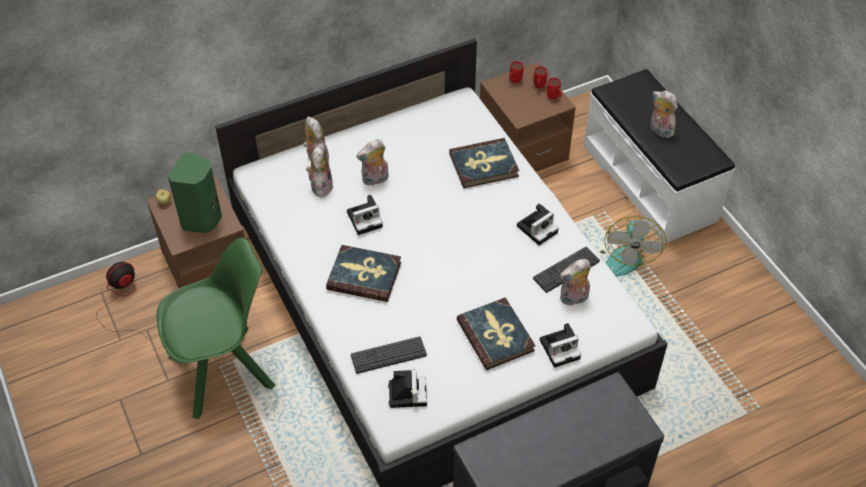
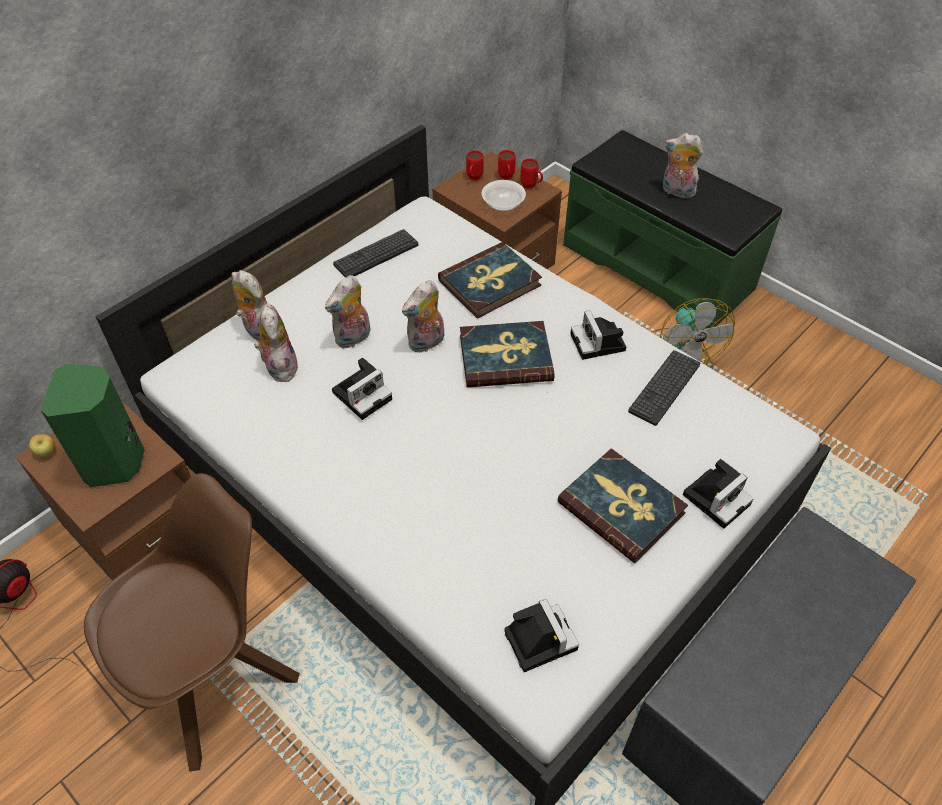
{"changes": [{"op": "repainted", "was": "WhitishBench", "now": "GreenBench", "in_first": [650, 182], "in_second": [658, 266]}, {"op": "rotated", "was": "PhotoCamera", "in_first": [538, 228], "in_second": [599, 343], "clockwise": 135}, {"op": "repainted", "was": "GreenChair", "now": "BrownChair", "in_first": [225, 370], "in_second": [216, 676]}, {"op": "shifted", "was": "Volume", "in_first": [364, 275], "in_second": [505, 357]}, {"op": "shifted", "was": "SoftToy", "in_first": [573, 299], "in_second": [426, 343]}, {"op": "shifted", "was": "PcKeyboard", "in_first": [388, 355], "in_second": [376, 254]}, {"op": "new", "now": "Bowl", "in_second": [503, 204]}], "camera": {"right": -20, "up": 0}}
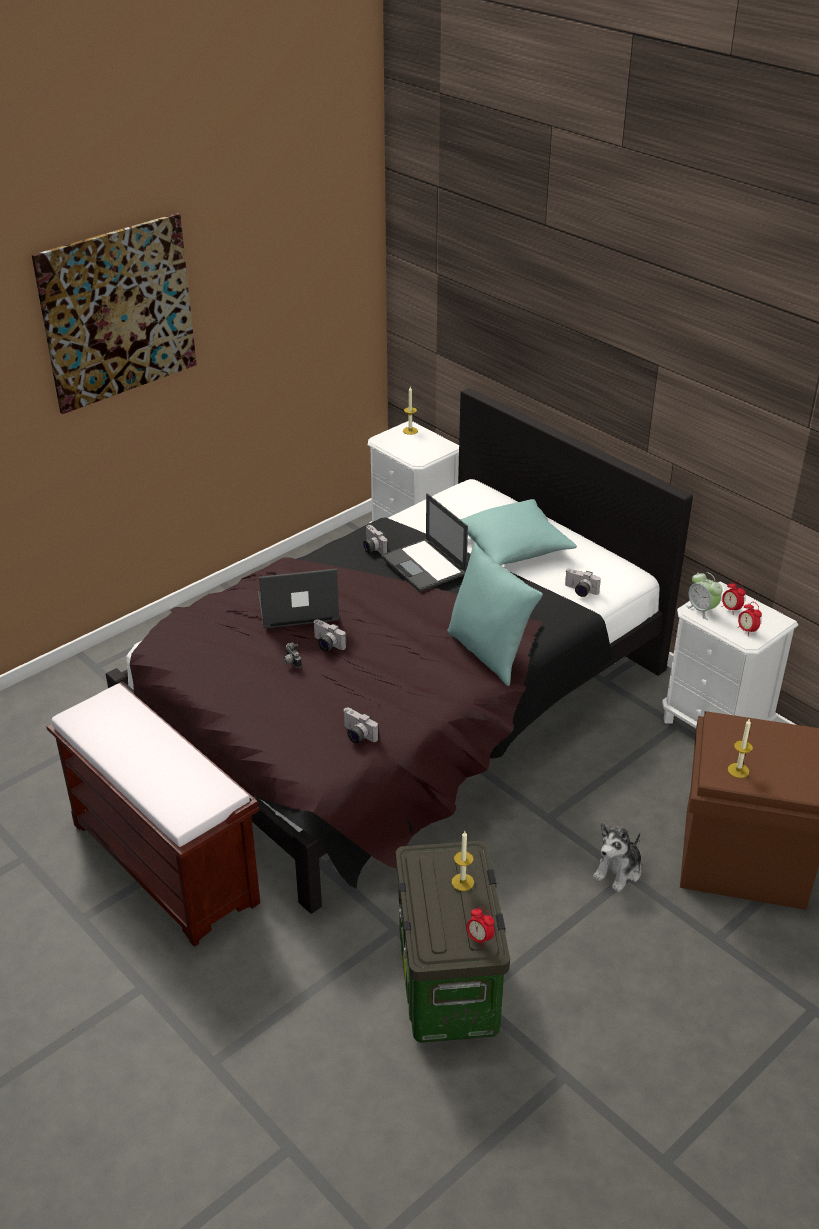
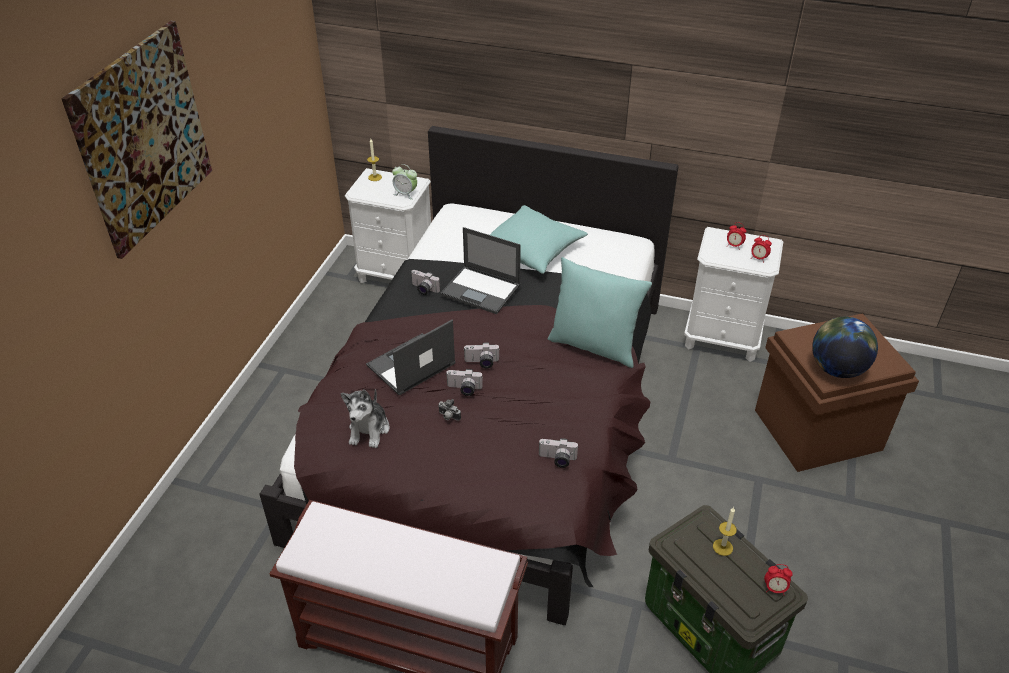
{"changes": [{"op": "shifted", "was": "PhotoCamera", "in_first": [580, 591], "in_second": [481, 363]}, {"op": "shifted", "was": "BedsideClock", "in_first": [702, 610], "in_second": [405, 194]}, {"op": "swapped", "was": "WaxLight", "now": "DeskGlobe", "in_first": [738, 770], "in_second": [837, 369]}, {"op": "shifted", "was": "SoftToy", "in_first": [618, 871], "in_second": [369, 430]}], "camera": {"right": -30, "up": 5}}
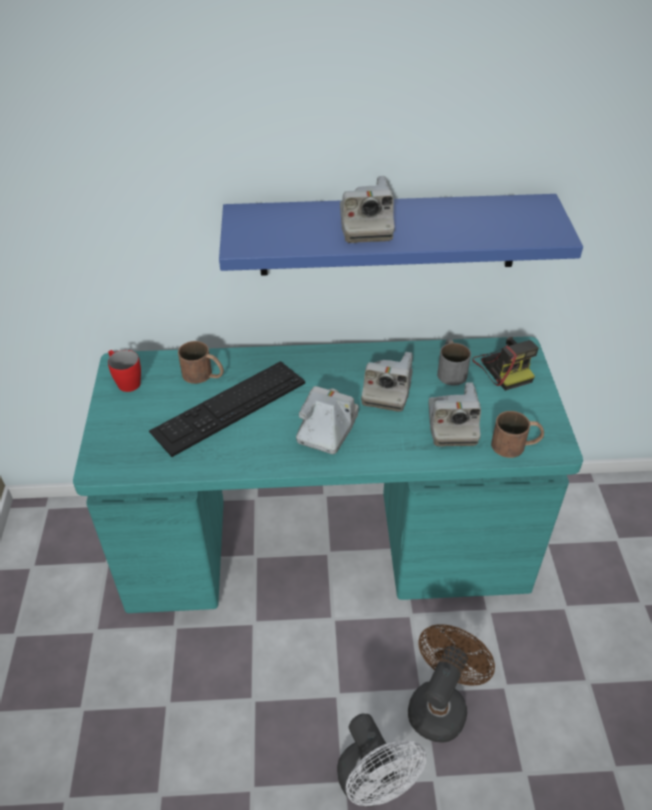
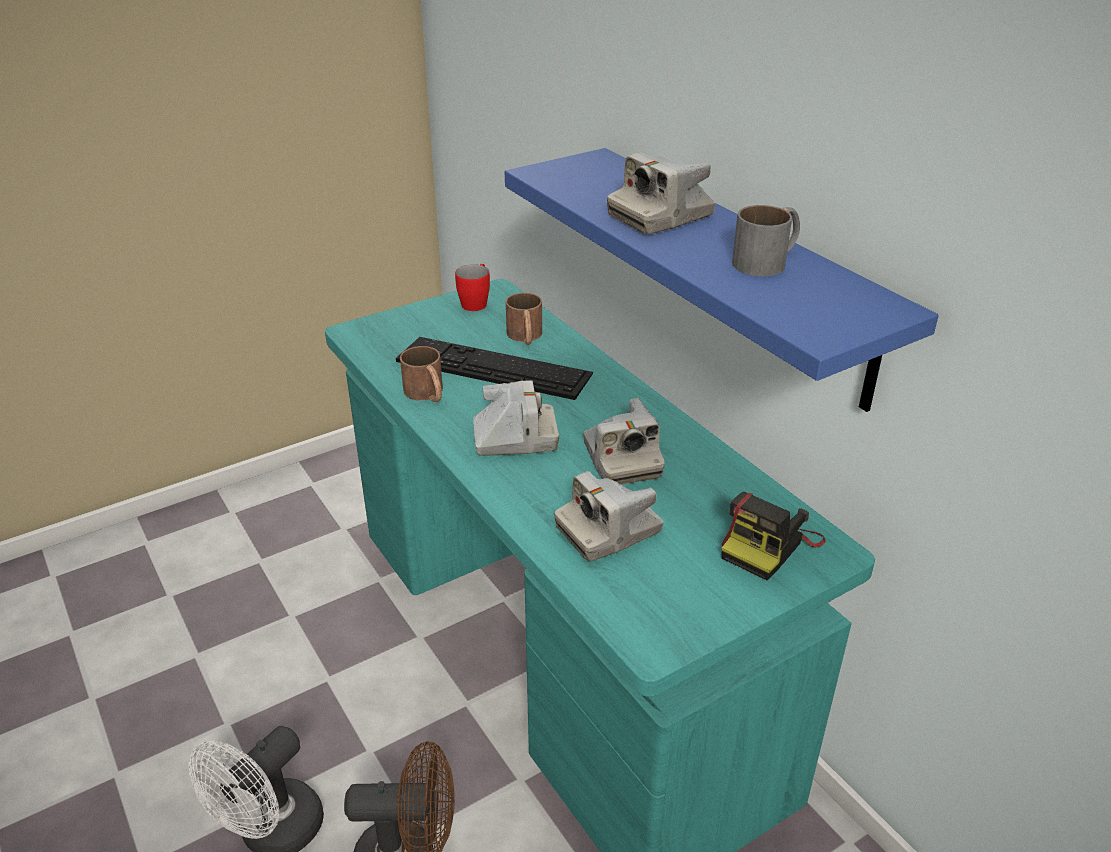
{"changes": [{"op": "shifted", "was": "GreyTeaMug", "in_first": [450, 369], "in_second": [768, 260]}, {"op": "rotated", "was": "PhotoCamera", "in_first": [387, 390], "in_second": [621, 460], "clockwise": -90}, {"op": "shifted", "was": "BrownTeaMug", "in_first": [516, 445], "in_second": [427, 394]}], "camera": {"right": 60, "up": -10}}
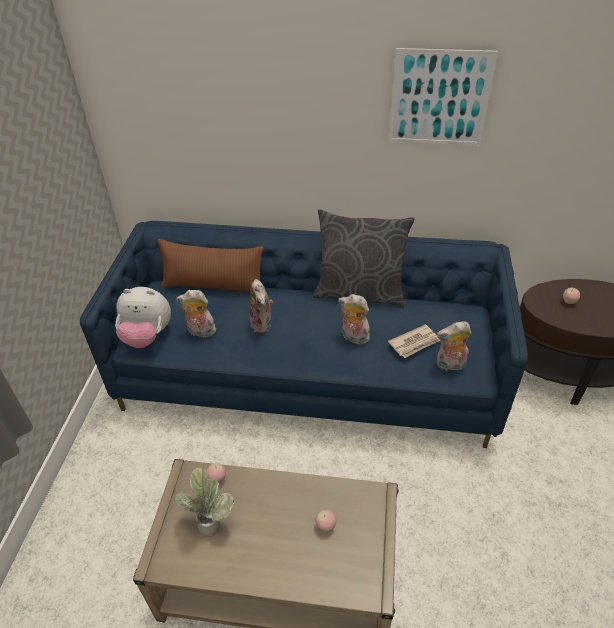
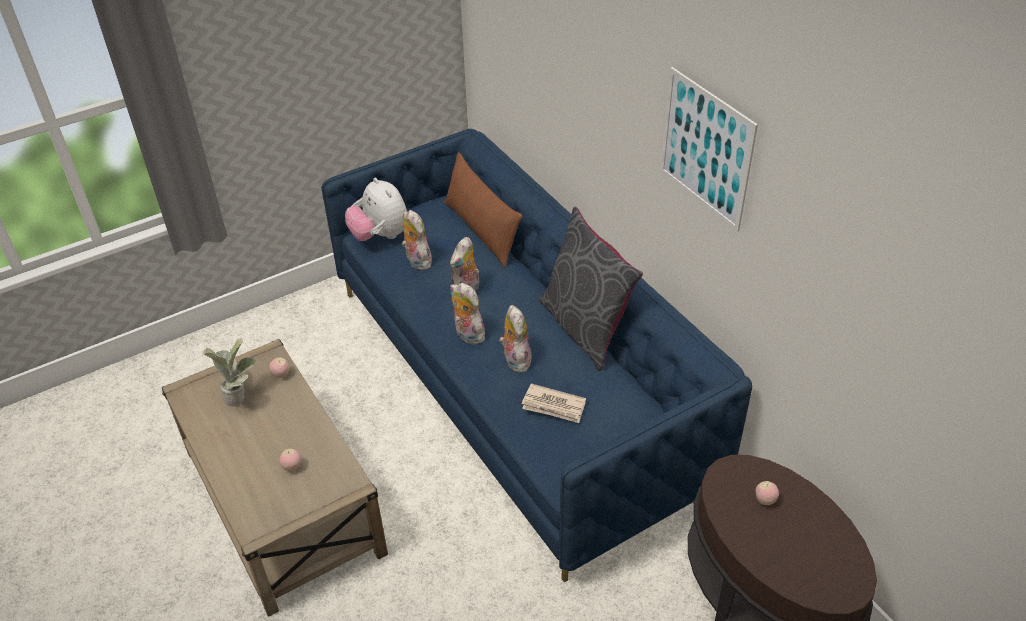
{"changes": [{"op": "shifted", "was": "SoftToy", "in_first": [450, 365], "in_second": [467, 335]}], "camera": {"right": 50, "up": 0}}
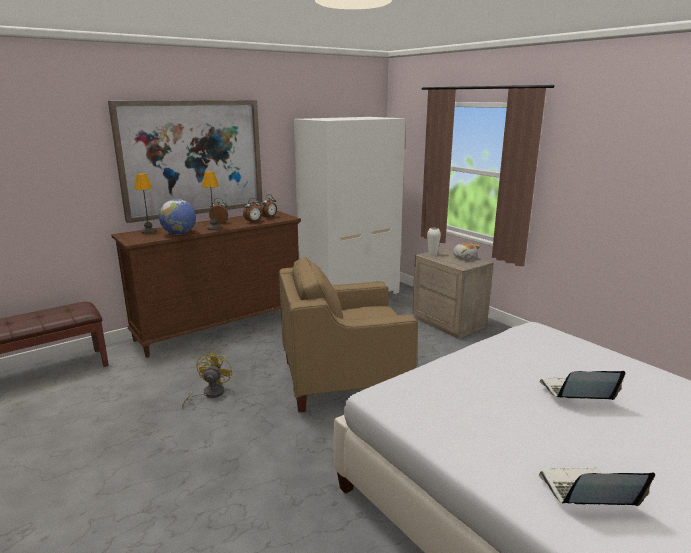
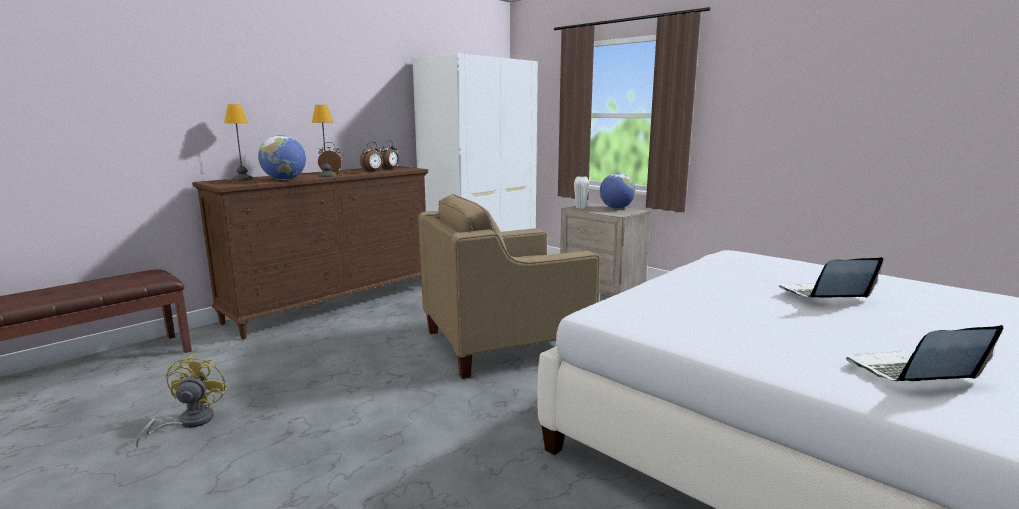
{"changes": [{"op": "gone", "was": "WallPicture", "in_first": [192, 158]}, {"op": "swapped", "was": "SoftToy", "now": "DeskGlobe", "in_first": [464, 257], "in_second": [616, 208]}, {"op": "shifted", "was": "YellowElectricFan", "in_first": [209, 394], "in_second": [188, 422]}], "camera": {"right": -10, "up": -5}}
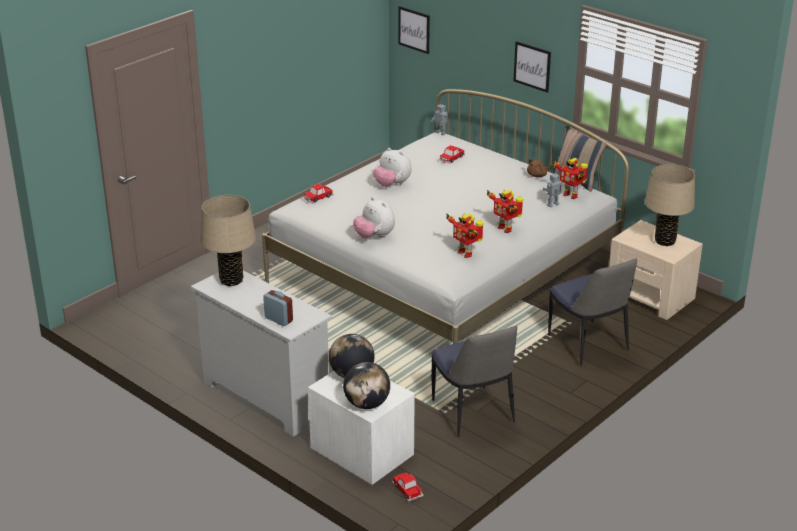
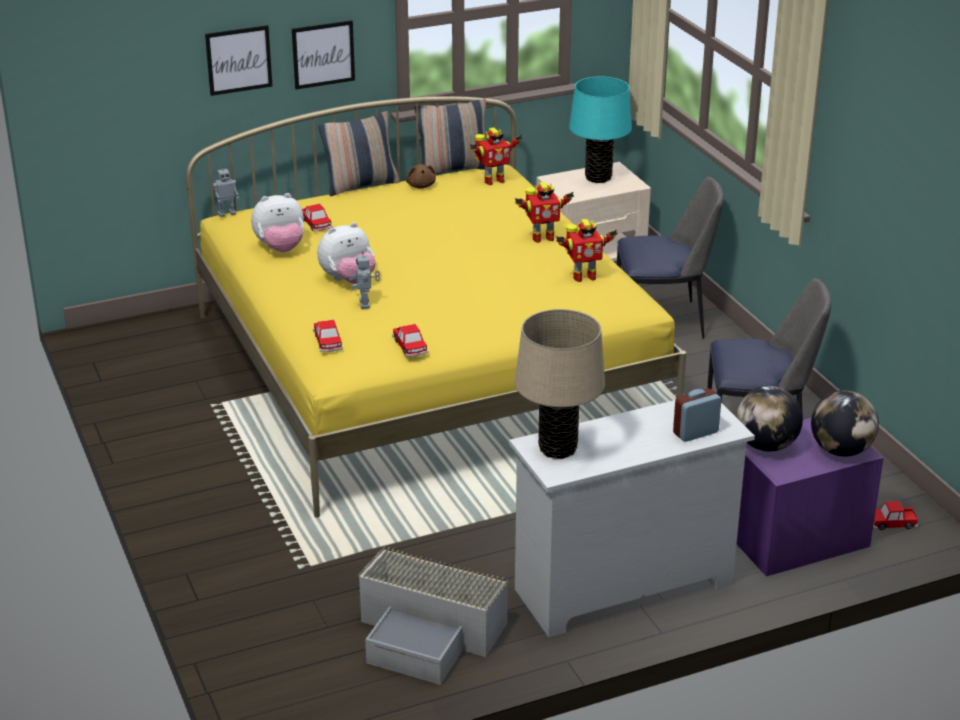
{"changes": [{"op": "shifted", "was": "WallPicture", "in_first": [414, 29], "in_second": [238, 60]}, {"op": "repainted", "was": "WhitishSleepingBed", "now": "YellowSleepingBed", "in_first": [444, 275], "in_second": [427, 369]}, {"op": "repainted", "was": "BeigeColouredTabletopLamp", "now": "TurquoiseTabletopLamp", "in_first": [665, 241], "in_second": [598, 178]}, {"op": "shifted", "was": "RobotFigure", "in_first": [553, 205], "in_second": [366, 304]}, {"op": "shifted", "was": "SoftToy", "in_first": [374, 236], "in_second": [280, 248]}, {"op": "repainted", "was": "WhitishNightstand", "now": "PurplishNightstand", "in_first": [361, 450], "in_second": [793, 536]}, {"op": "new", "now": "Cushion", "in_second": [360, 185]}, {"op": "new", "now": "ToyCar", "in_second": [410, 346]}, {"op": "new", "now": "GreyStorageBox", "in_second": [429, 633]}], "camera": {"right": -65, "up": 0}}
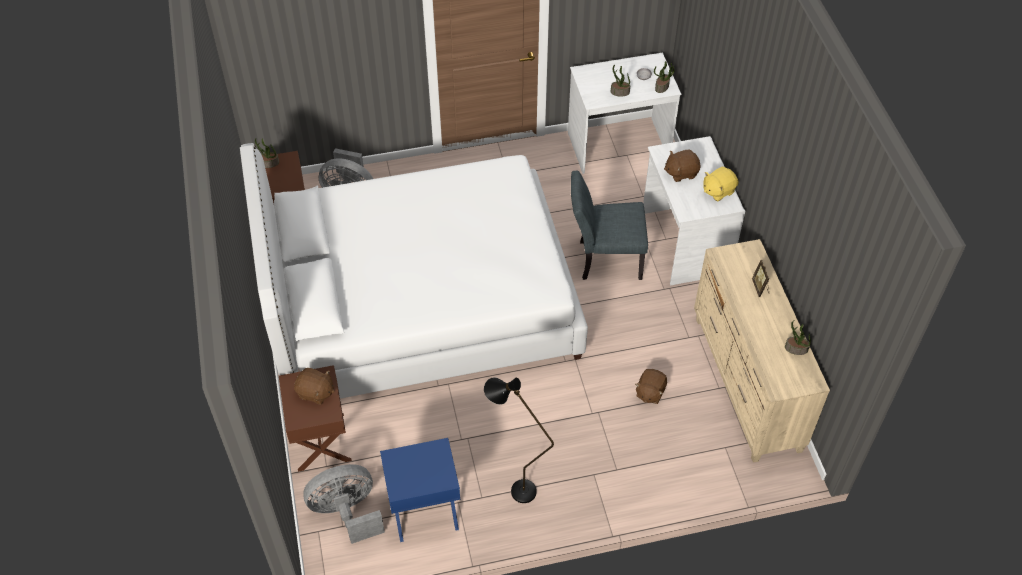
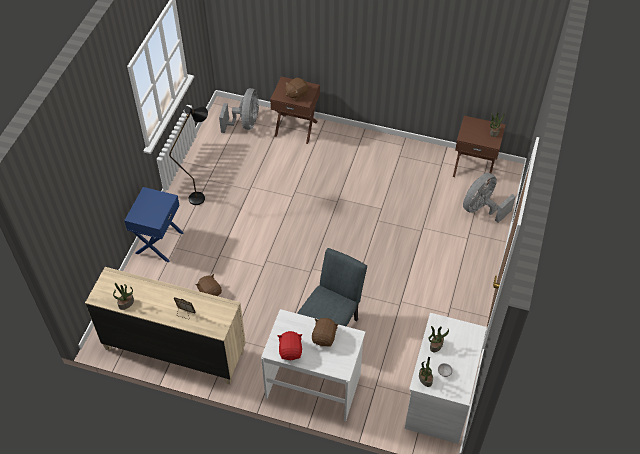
{"changes": [{"op": "gone", "was": "WhitishSleepingBed", "in_first": [420, 304]}, {"op": "repainted", "was": "YellowSoftToy", "now": "ReddishSoftToy", "in_first": [718, 191], "in_second": [291, 351]}, {"op": "shifted", "was": "BluishNightstand", "in_first": [424, 512], "in_second": [158, 242]}], "camera": {"right": 120, "up": 0}}
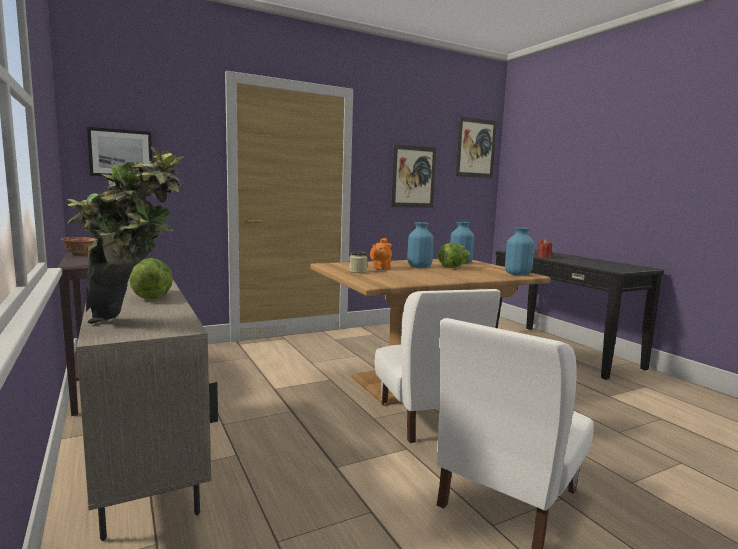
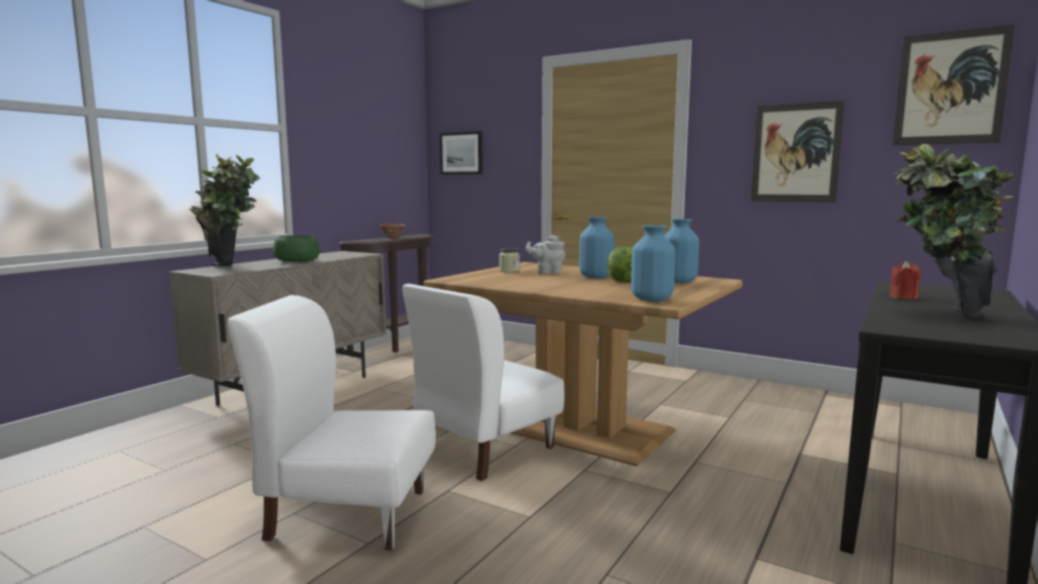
{"changes": [{"op": "repainted", "was": "OrangeColouredPotForTea", "now": "GreyPotForTea", "in_first": [380, 268], "in_second": [547, 272]}, {"op": "swapped", "was": "LettuceHead", "now": "GreenBowl", "in_first": [152, 297], "in_second": [297, 261]}, {"op": "new", "now": "PottedPlant", "in_second": [939, 317]}], "camera": {"right": 60, "up": 0}}
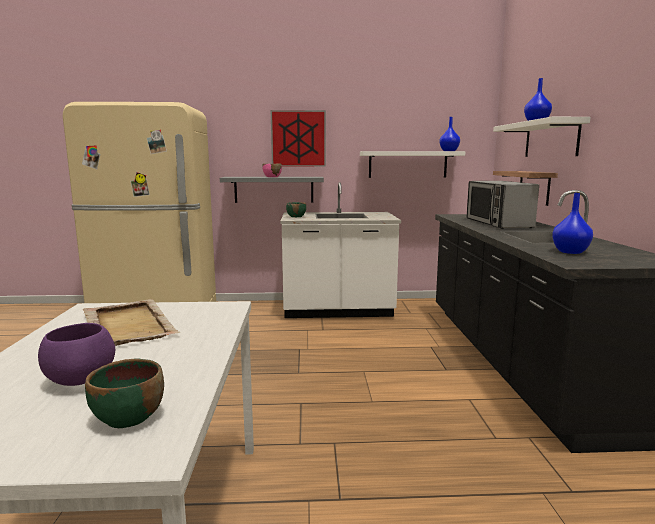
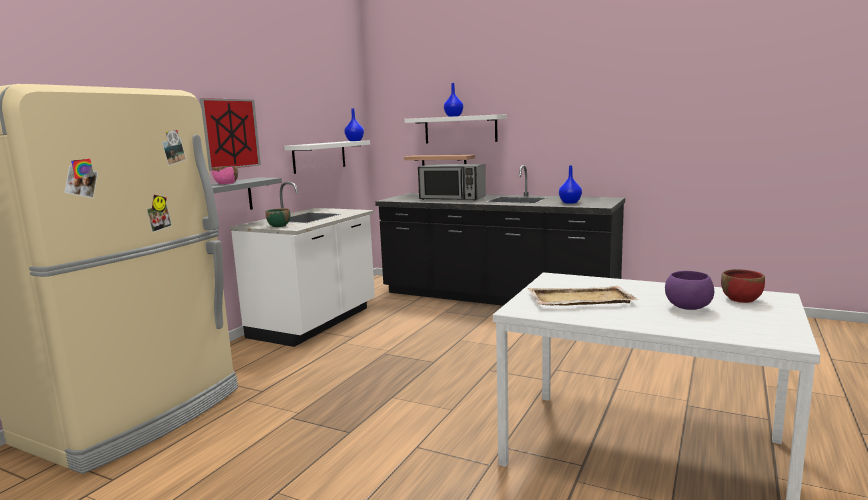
{"changes": [{"op": "repainted", "was": "GreenBowl", "now": "ReddishBowl", "in_first": [128, 417], "in_second": [741, 299]}], "camera": {"right": -60, "up": 0}}
